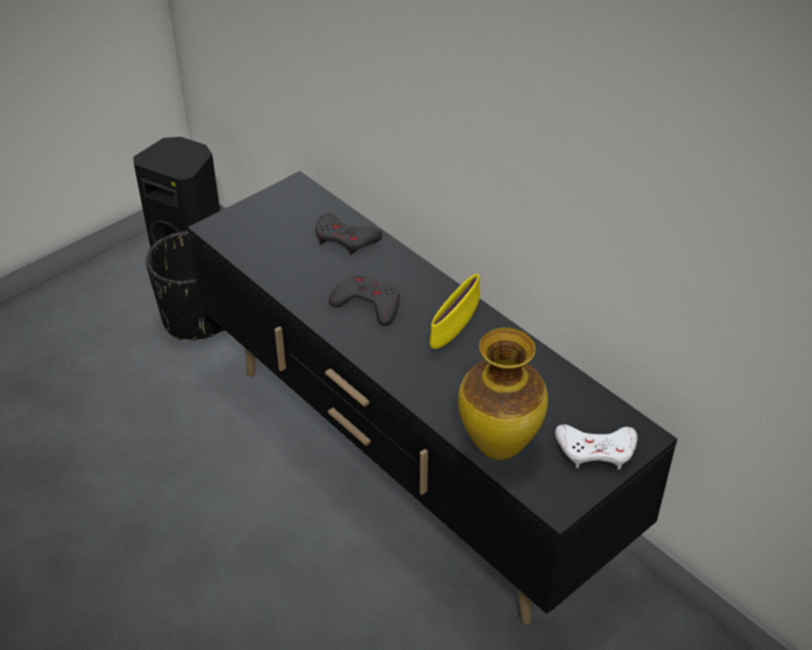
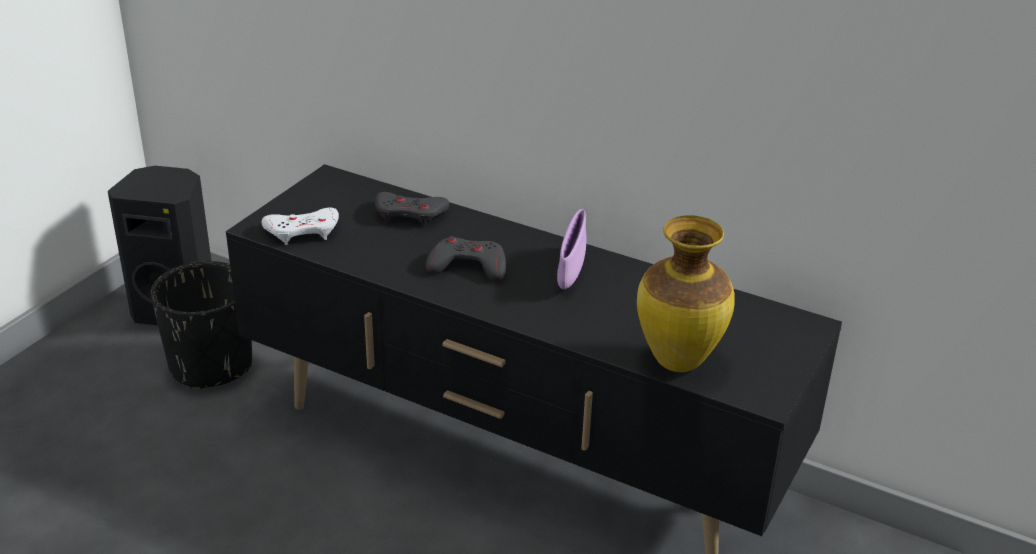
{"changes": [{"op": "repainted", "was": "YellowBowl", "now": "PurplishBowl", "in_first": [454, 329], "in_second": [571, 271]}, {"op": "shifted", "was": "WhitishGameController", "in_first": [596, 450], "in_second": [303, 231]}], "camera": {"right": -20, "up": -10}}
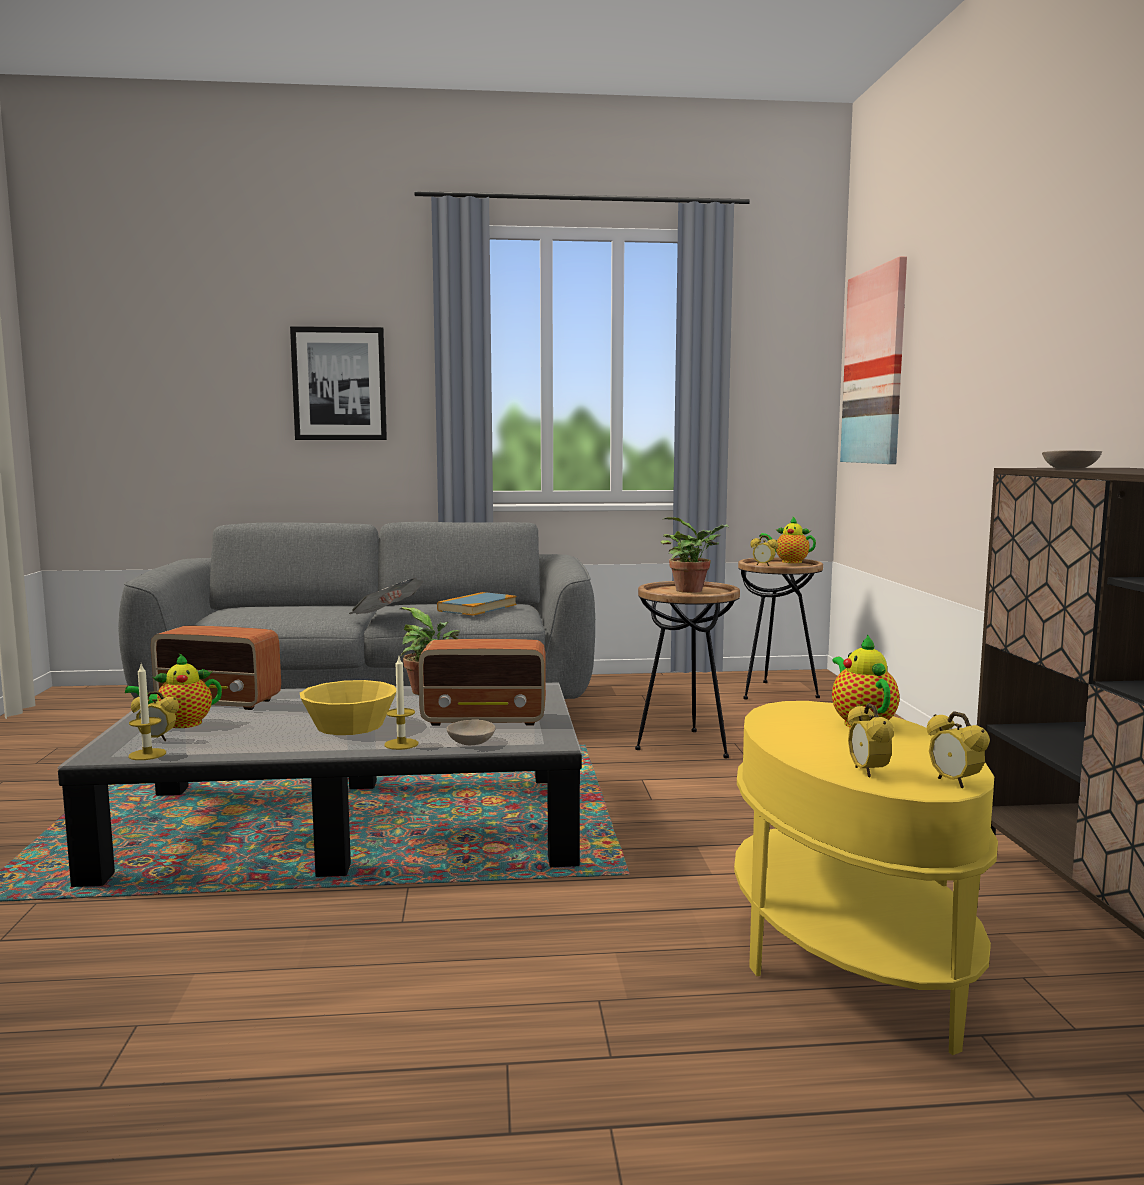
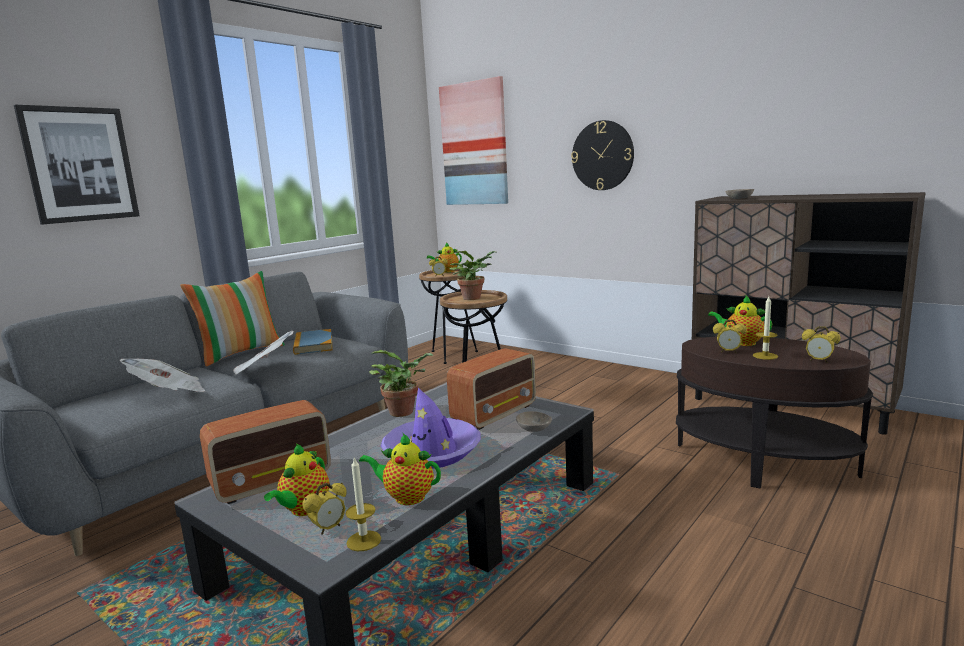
{"changes": [{"op": "shifted", "was": "WaxLight", "in_first": [401, 744], "in_second": [765, 356]}, {"op": "swapped", "was": "YellowBowl", "now": "PurplishClothingHat", "in_first": [350, 725], "in_second": [432, 452]}, {"op": "repainted", "was": "YellowAccentTable", "now": "BrownAccentTable", "in_first": [847, 959], "in_second": [762, 463]}, {"op": "shifted", "was": "BedsideClock", "in_first": [954, 782], "in_second": [728, 352]}, {"op": "new", "now": "ClockOnTheWall", "in_second": [602, 155]}, {"op": "new", "now": "Cushion", "in_second": [241, 353]}, {"op": "new", "now": "Newspaper", "in_second": [169, 393]}, {"op": "new", "now": "PotForTea", "in_second": [406, 497]}], "camera": {"right": -45, "up": 5}}
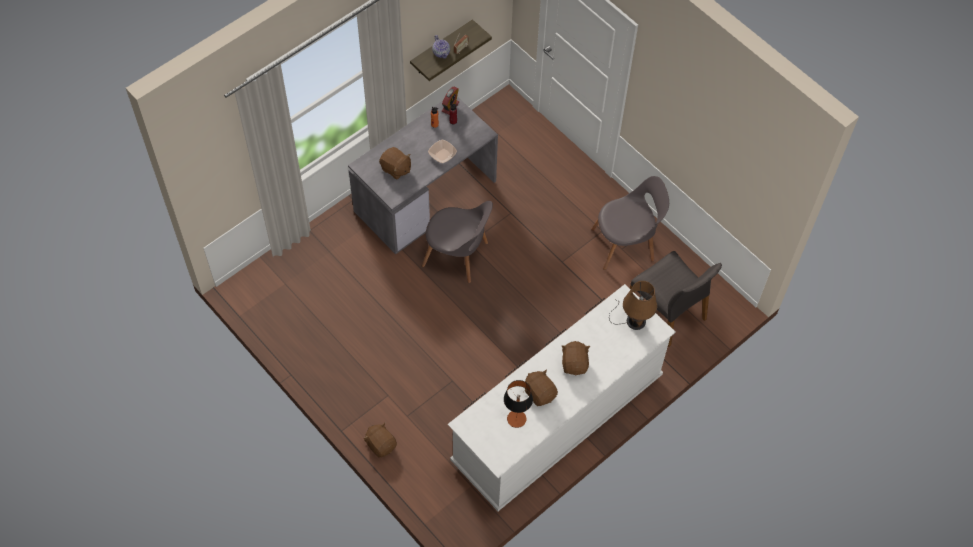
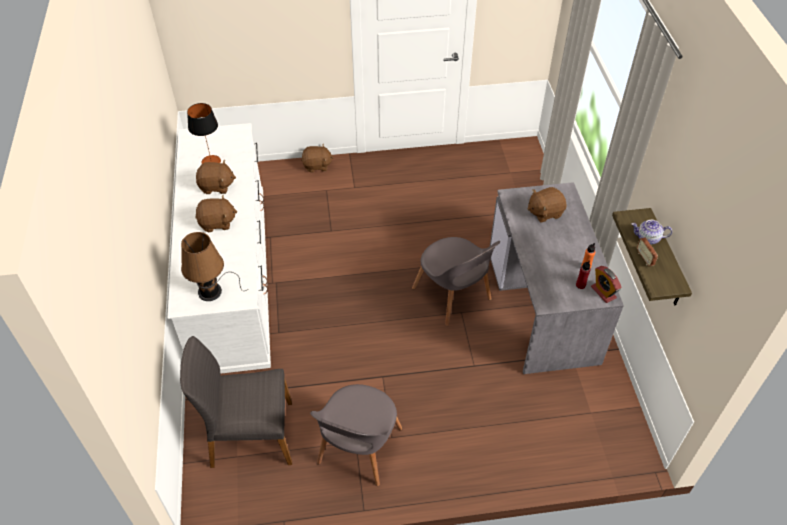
{"changes": [{"op": "gone", "was": "Bowl", "in_first": [442, 154]}, {"op": "rotated", "was": "GreyChair", "in_first": [458, 256], "in_second": [453, 296], "clockwise": -90}, {"op": "rotated", "was": "BrownSoftToy", "in_first": [574, 363], "in_second": [217, 223], "clockwise": -45}], "camera": {"right": 125, "up": -10}}
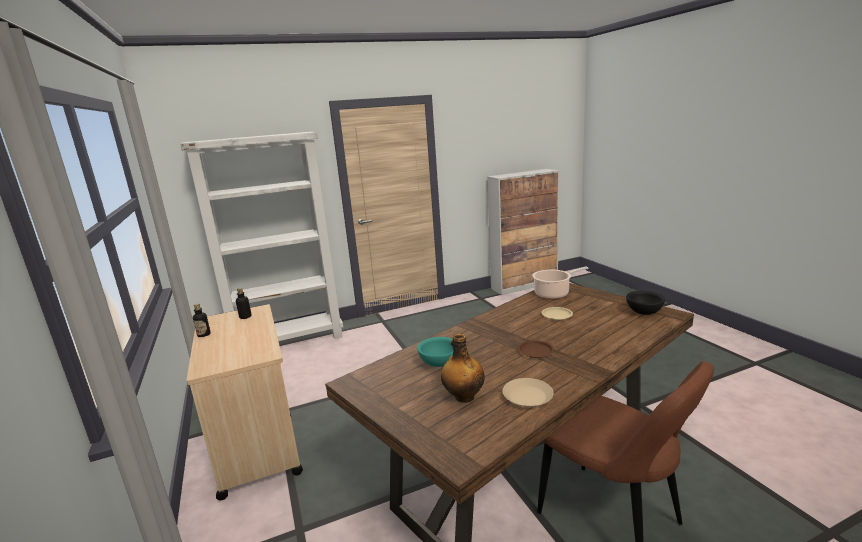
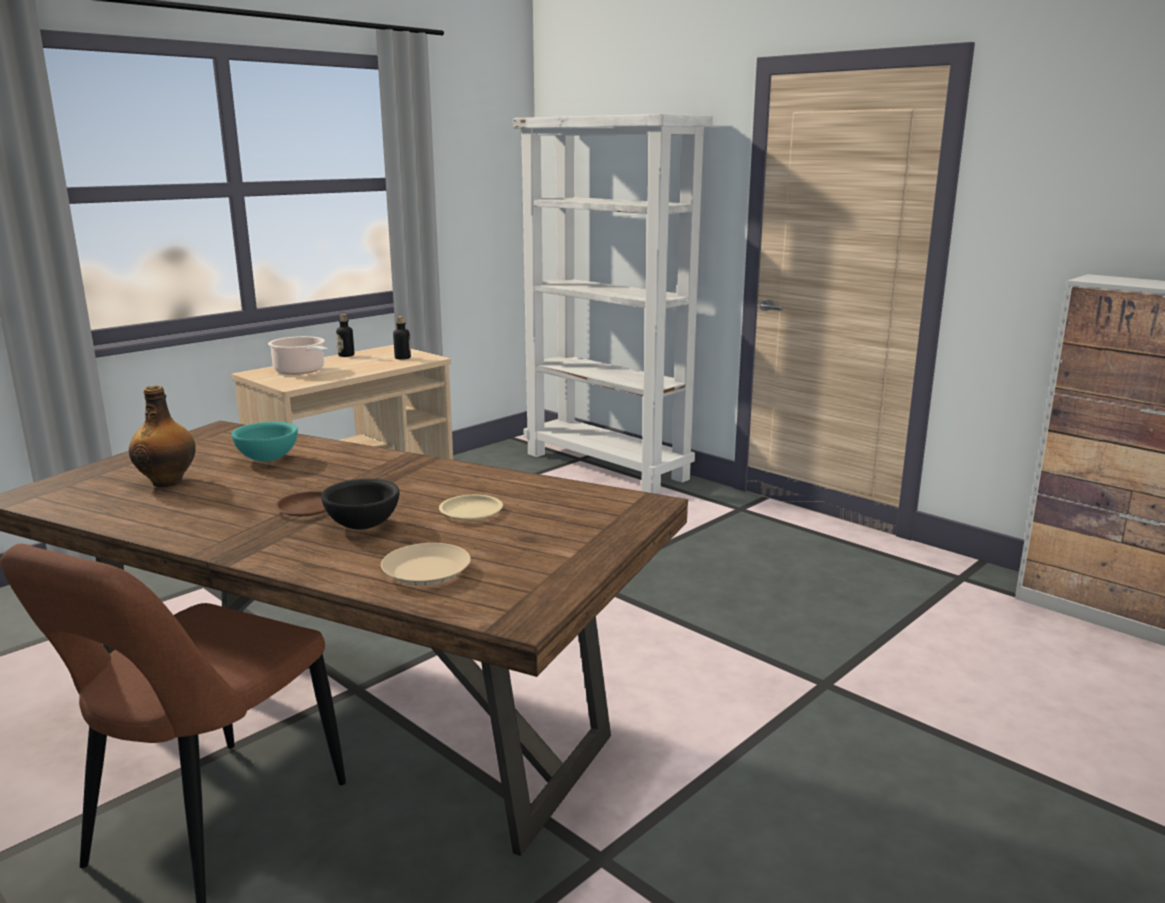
{"changes": [{"op": "shifted", "was": "Stockpot", "in_first": [553, 293], "in_second": [301, 371]}, {"op": "shifted", "was": "BlackColouredBowl", "in_first": [643, 313], "in_second": [362, 525]}, {"op": "shifted", "was": "BeigeColouredPlate", "in_first": [527, 397], "in_second": [427, 571]}], "camera": {"right": 65, "up": 0}}
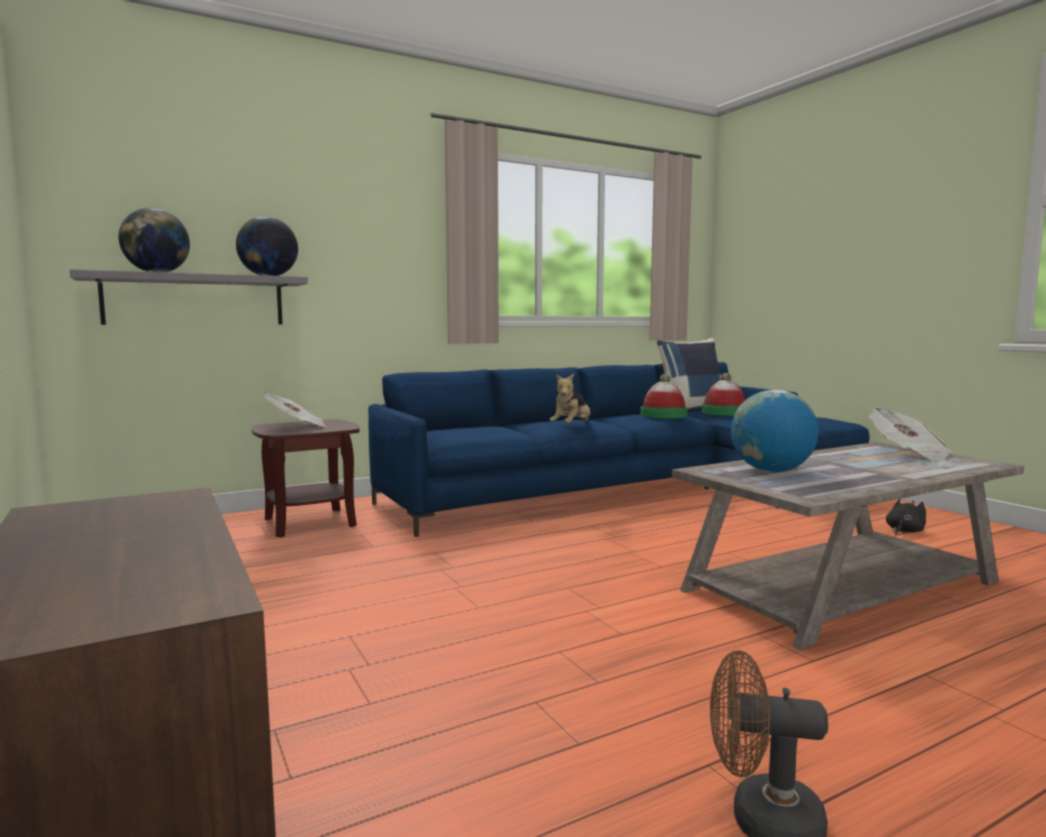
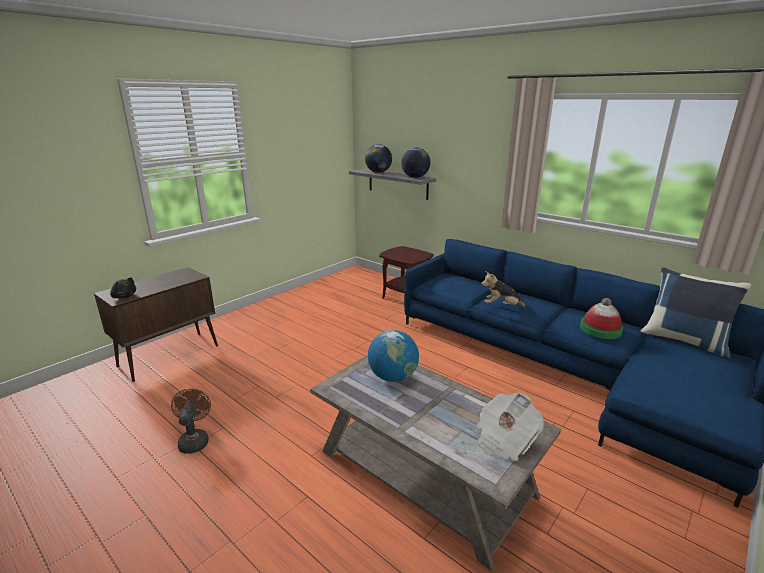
{"changes": [{"op": "gone", "was": "ClothingHat", "in_first": [724, 412]}, {"op": "gone", "was": "Newspaper", "in_first": [296, 427]}, {"op": "shifted", "was": "BlackColouredSoftToy", "in_first": [904, 531], "in_second": [124, 296]}], "camera": {"right": 70, "up": 15}}
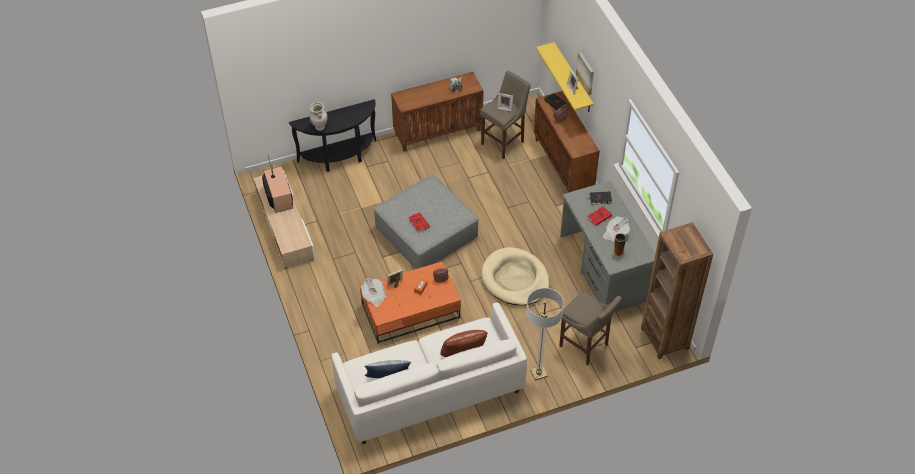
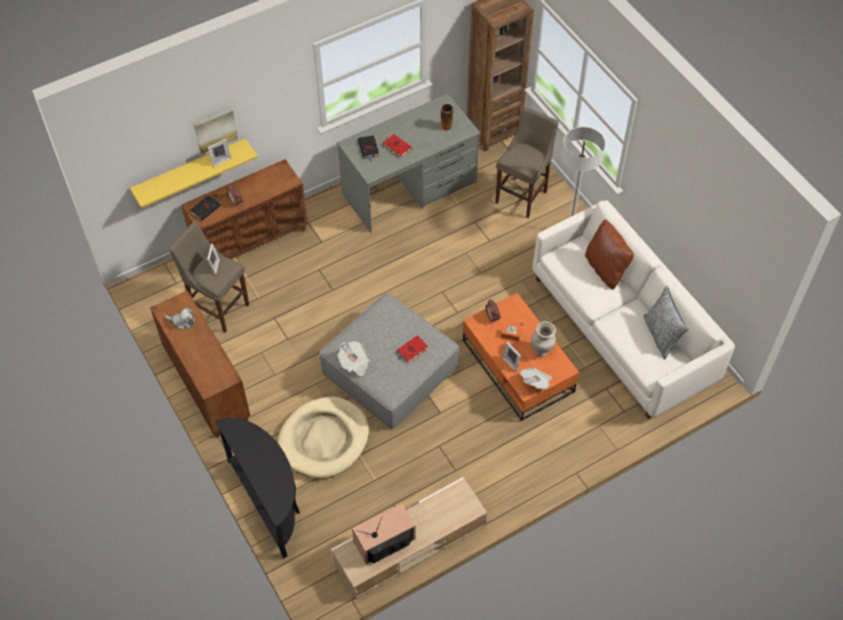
{"changes": [{"op": "shifted", "was": "BeigeColouredVase", "in_first": [319, 127], "in_second": [541, 351]}, {"op": "shifted", "was": "Newspaper", "in_first": [615, 234], "in_second": [354, 363]}, {"op": "shifted", "was": "BeigeColouredDogBed", "in_first": [515, 279], "in_second": [324, 439]}], "camera": {"right": -100, "up": 5}}
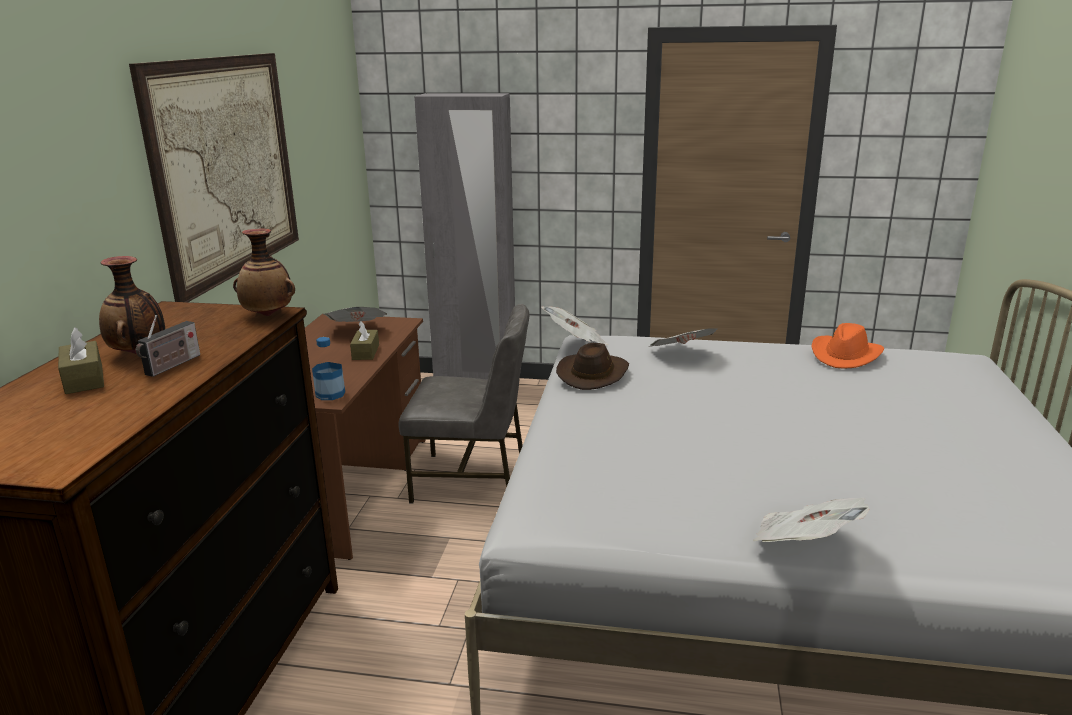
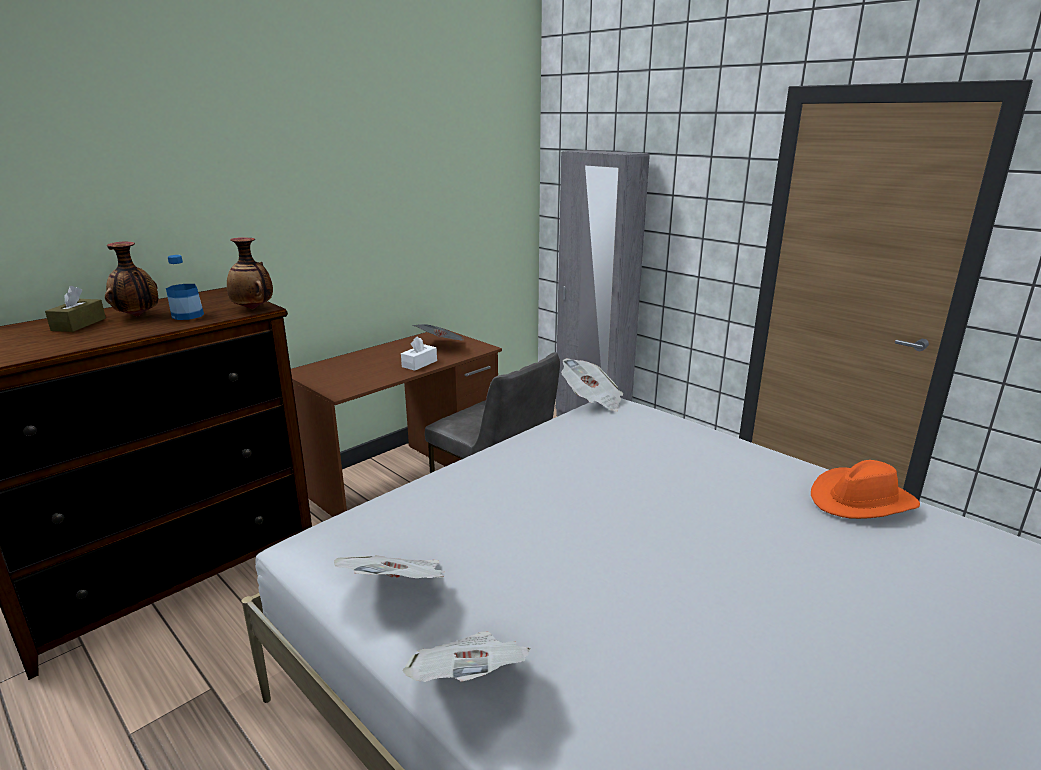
{"changes": [{"op": "gone", "was": "WallPicture", "in_first": [227, 168]}, {"op": "gone", "was": "Radio", "in_first": [171, 366]}, {"op": "repainted", "was": "BrownBoxOfTissues", "now": "WhitishBoxOfTissues", "in_first": [365, 352], "in_second": [419, 364]}, {"op": "shifted", "was": "Newspaper", "in_first": [681, 355], "in_second": [397, 589]}, {"op": "shifted", "was": "DrinkBottle", "in_first": [330, 394], "in_second": [188, 315]}, {"op": "gone", "was": "BrownClothingHat", "in_first": [593, 374]}], "camera": {"right": 35, "up": 0}}
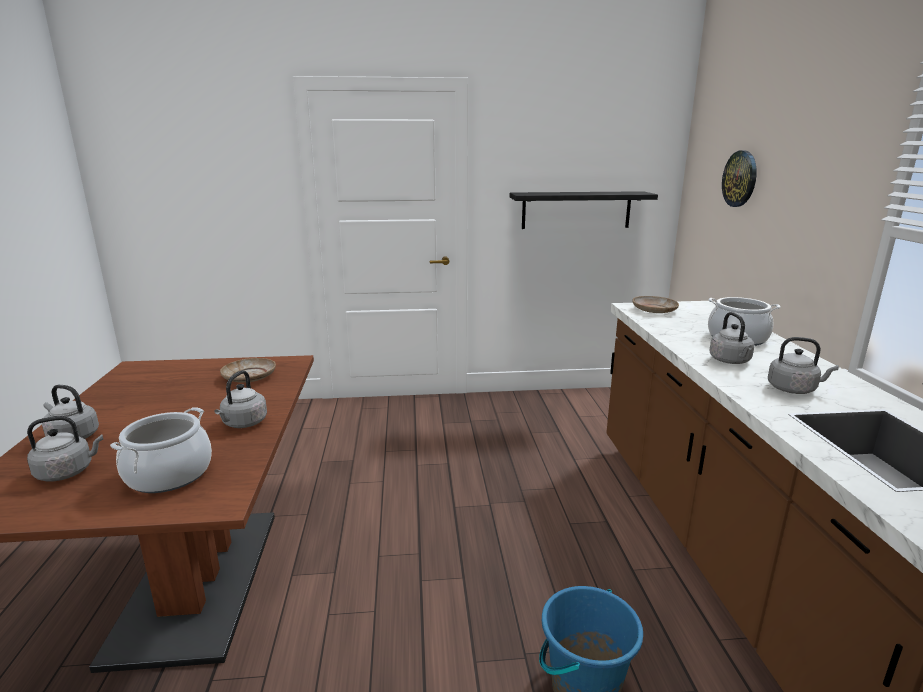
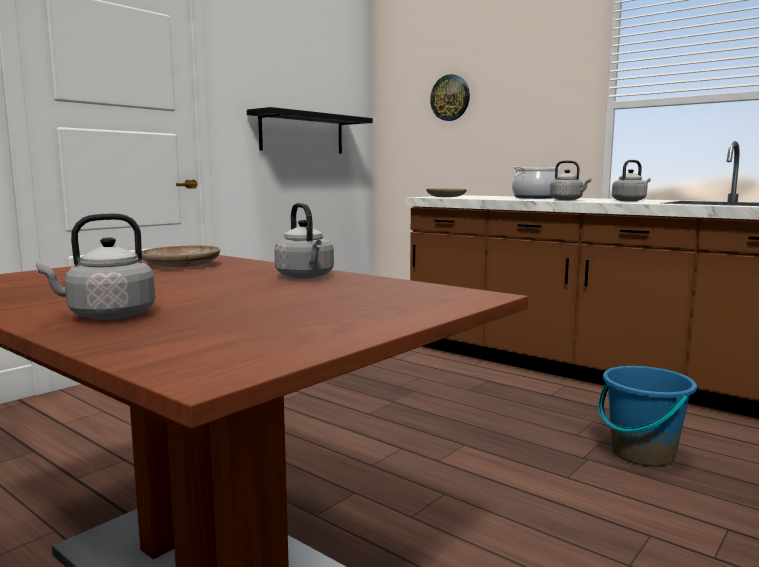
{"changes": [{"op": "gone", "was": "Stockpot", "in_first": [169, 474]}, {"op": "gone", "was": "GreyWaterKettle", "in_first": [68, 472]}], "camera": {"right": -45, "up": -10}}
